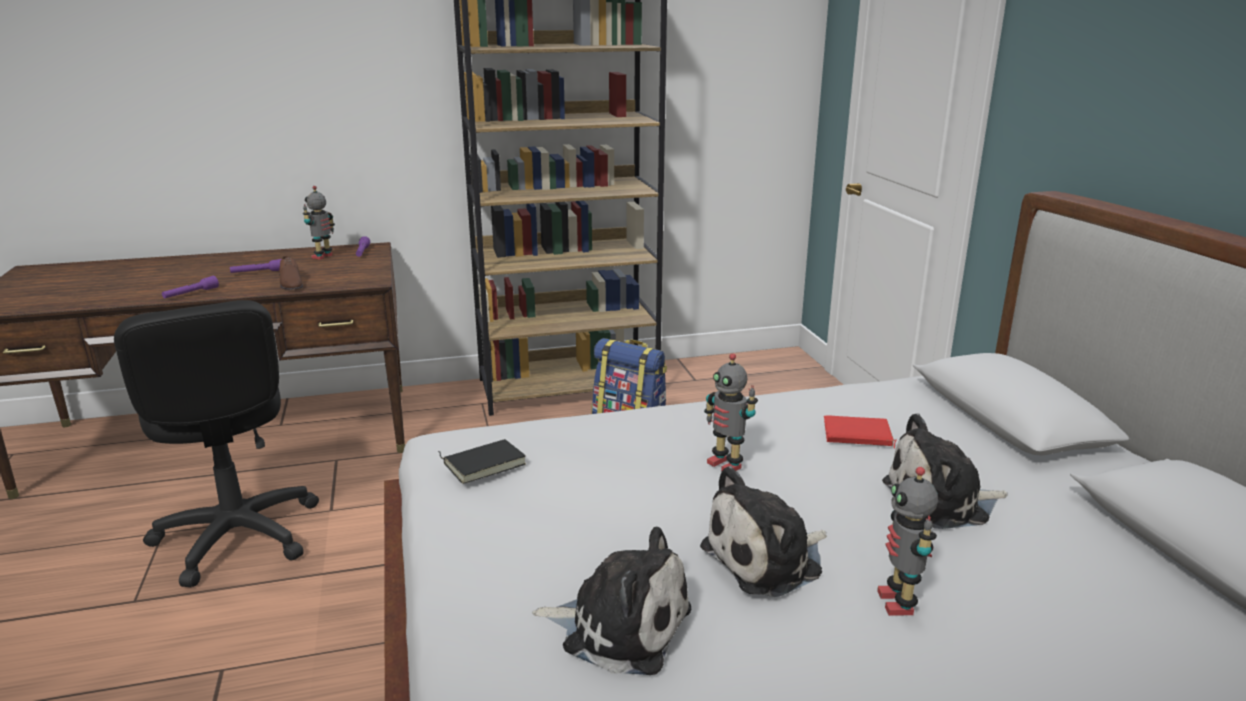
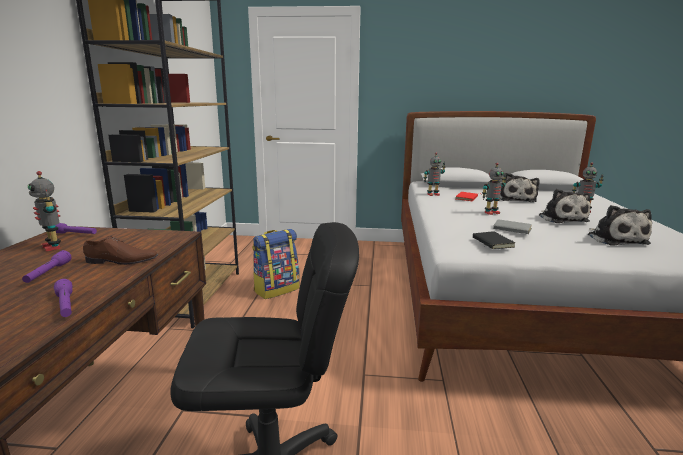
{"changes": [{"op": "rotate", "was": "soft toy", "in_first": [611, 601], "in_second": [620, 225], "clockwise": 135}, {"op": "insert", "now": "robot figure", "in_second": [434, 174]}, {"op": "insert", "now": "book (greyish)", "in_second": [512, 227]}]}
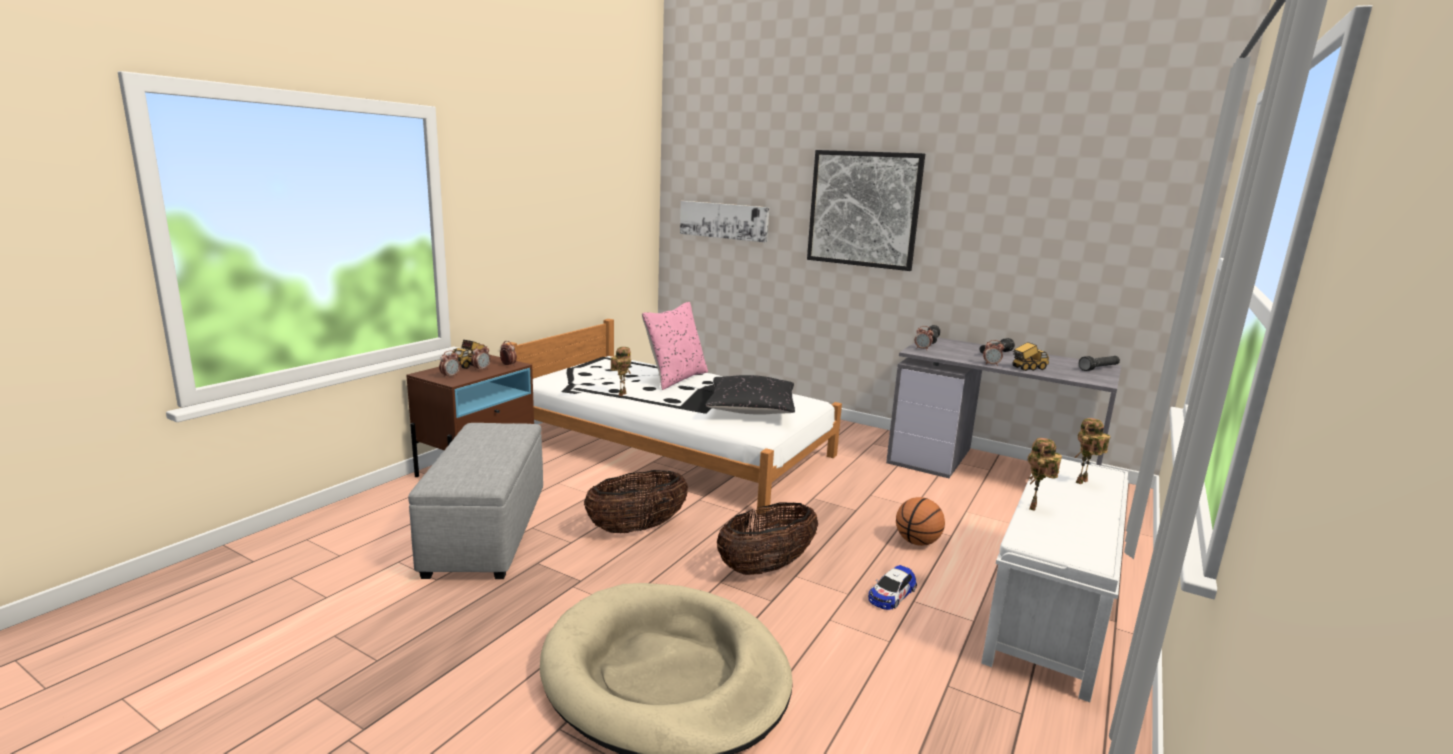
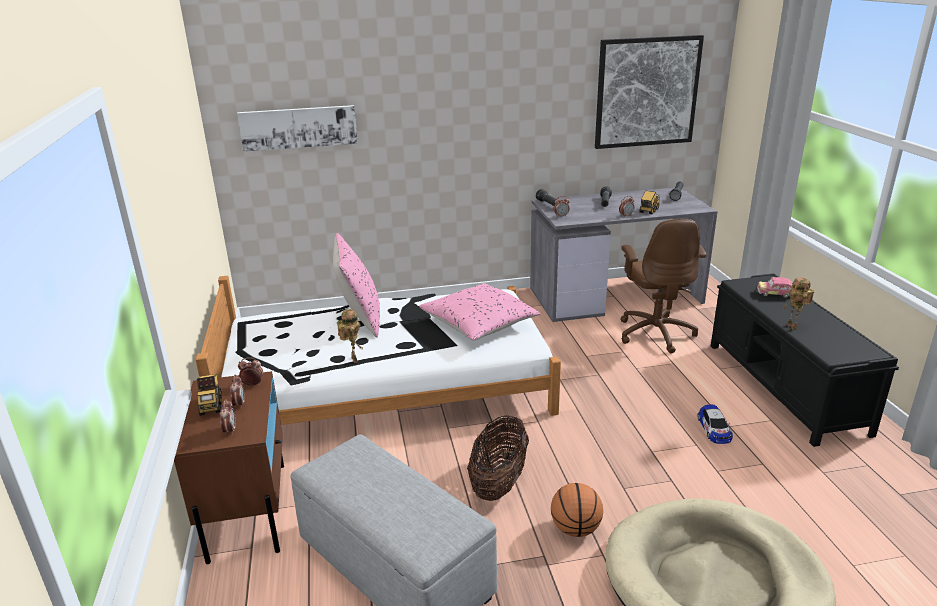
{"changes": [{"op": "move", "was": "wall art", "in_first": [866, 210], "in_second": [649, 92]}, {"op": "recolor", "was": "cushion (black)", "now": "cushion (pink)", "in_first": [750, 395], "in_second": [479, 312]}, {"op": "replace", "was": "robot figure", "now": "miniature car", "in_first": [1092, 451], "in_second": [774, 287]}, {"op": "recolor", "was": "bench (whitish)", "now": "bench (black)", "in_first": [1054, 580], "in_second": [805, 360]}, {"op": "move", "was": "basketball", "in_first": [920, 521], "in_second": [577, 510]}, {"op": "delete", "was": "storage basket", "in_first": [767, 538]}, {"op": "insert", "now": "computer chair (brown-coloured)", "in_second": [663, 286]}]}
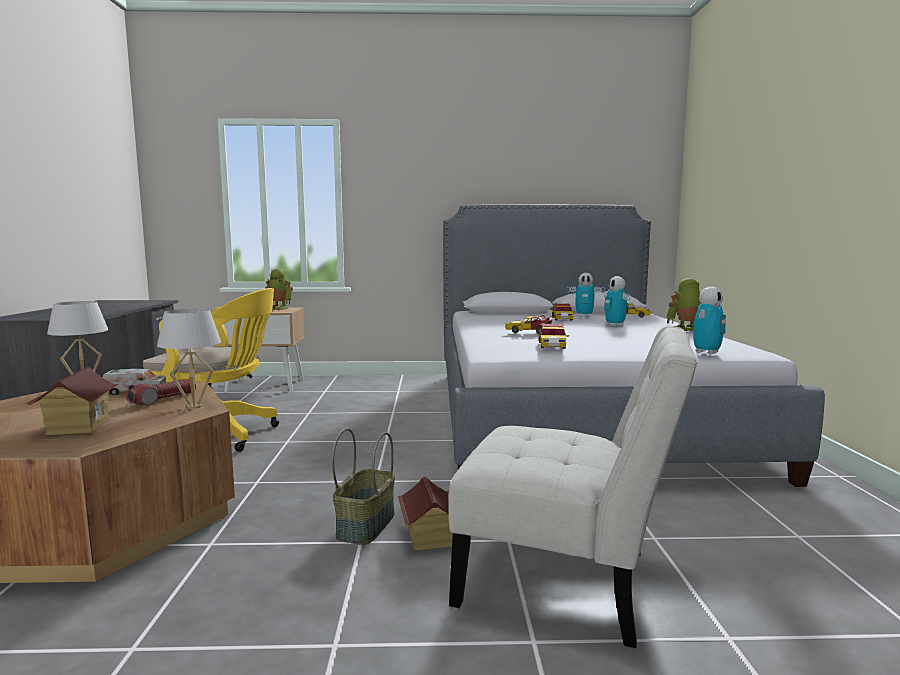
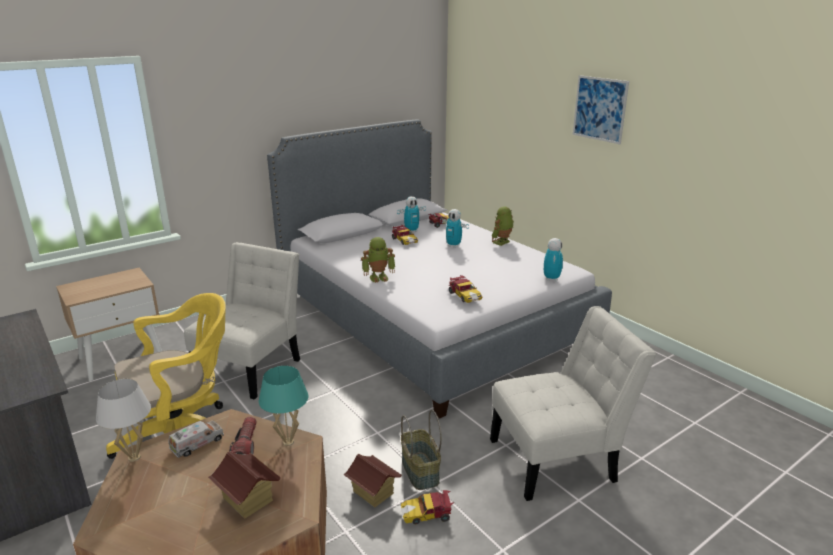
{"changes": [{"op": "move", "was": "robot figure", "in_first": [279, 289], "in_second": [378, 260]}, {"op": "recolor", "was": "table lamp (whitish)", "now": "table lamp (blue-green)", "in_first": [189, 359], "in_second": [284, 406]}, {"op": "move", "was": "miniature car", "in_first": [529, 325], "in_second": [427, 507]}, {"op": "move", "was": "miniature house", "in_first": [425, 513], "in_second": [372, 481]}, {"op": "insert", "now": "wall art", "in_second": [601, 109]}, {"op": "insert", "now": "plain chair (whitish)", "in_second": [242, 321]}]}
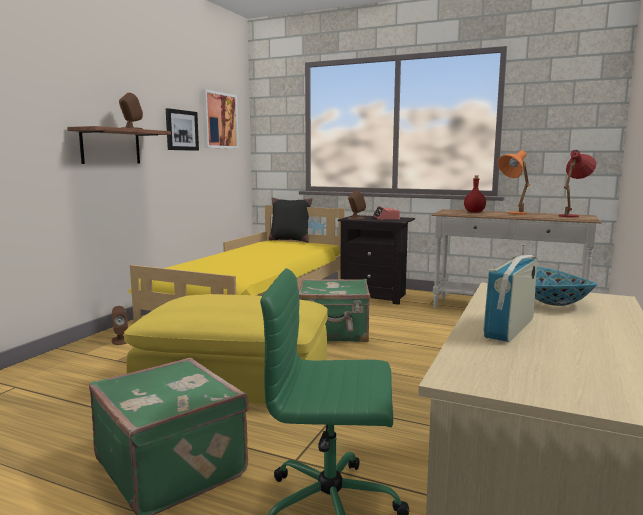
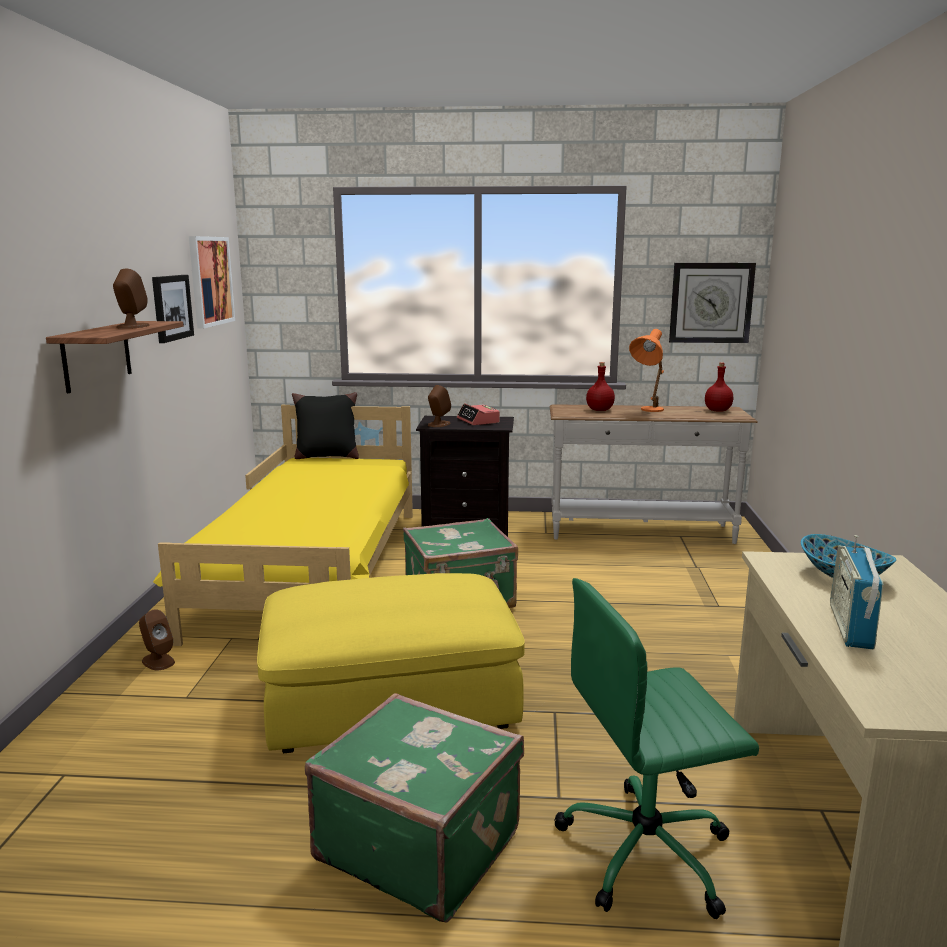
{"changes": [{"op": "replace", "was": "table lamp (red-coloured)", "now": "beverage bottle (red-coloured)", "in_first": [577, 184], "in_second": [719, 387]}, {"op": "insert", "now": "wall clock", "in_second": [712, 303]}]}
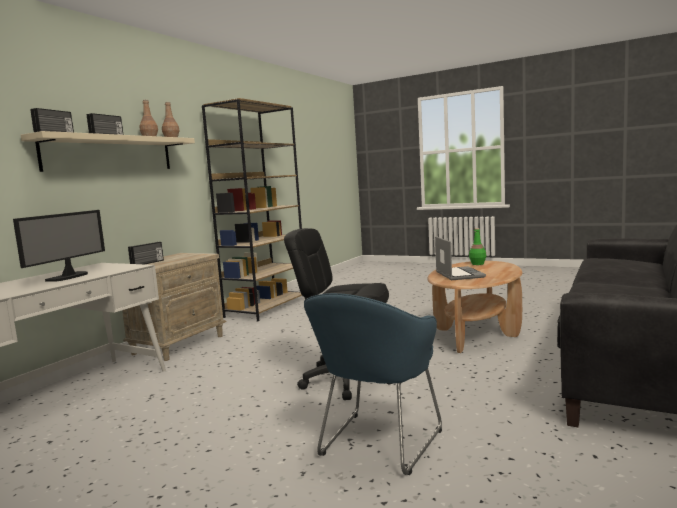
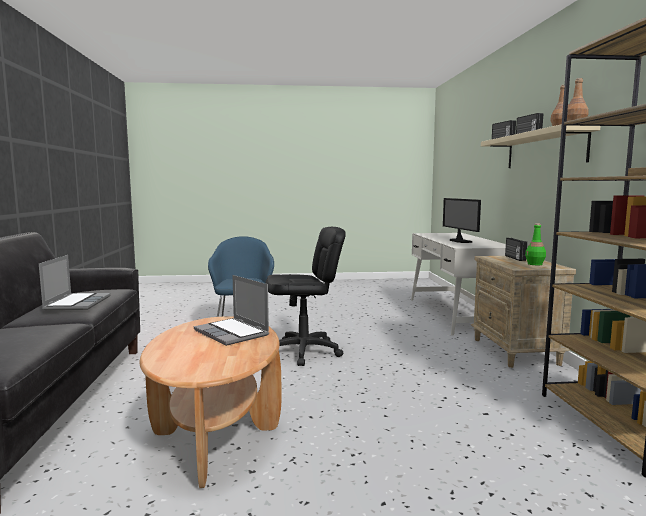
{"changes": [{"op": "move", "was": "beverage bottle (green-coloured)", "in_first": [477, 246], "in_second": [535, 244]}, {"op": "insert", "now": "laptop", "in_second": [75, 282]}]}
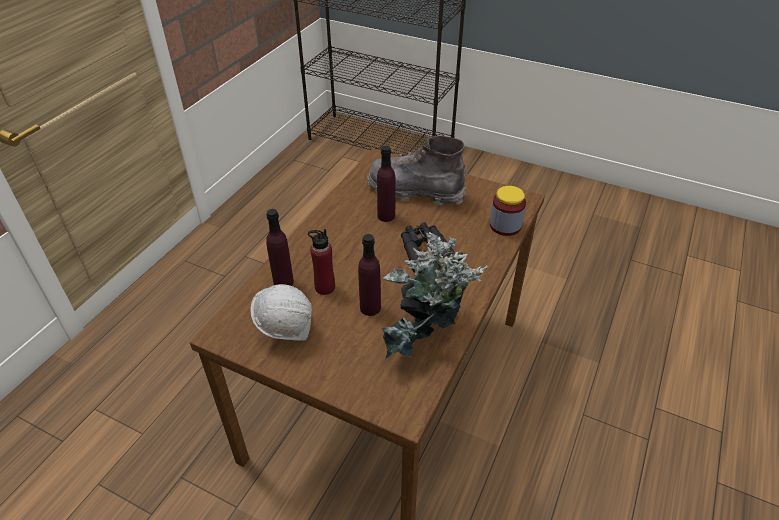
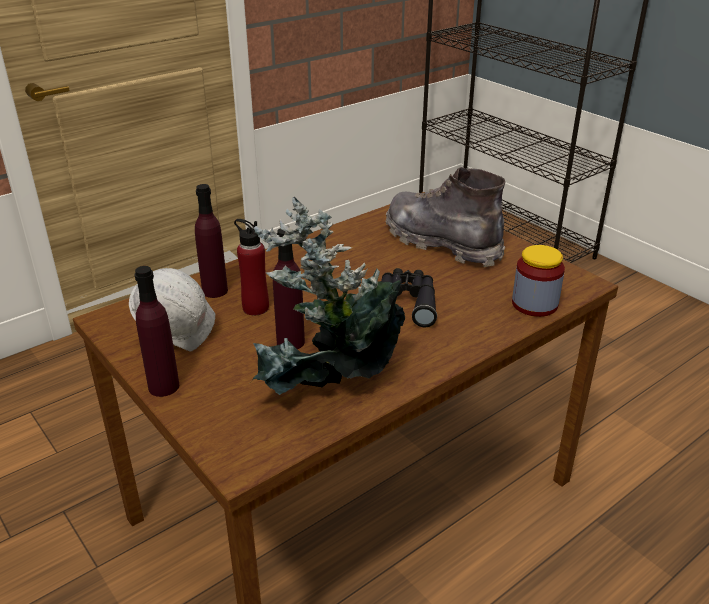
{"changes": [{"op": "move", "was": "beverage bottle (purplish)", "in_first": [386, 184], "in_second": [156, 331]}]}
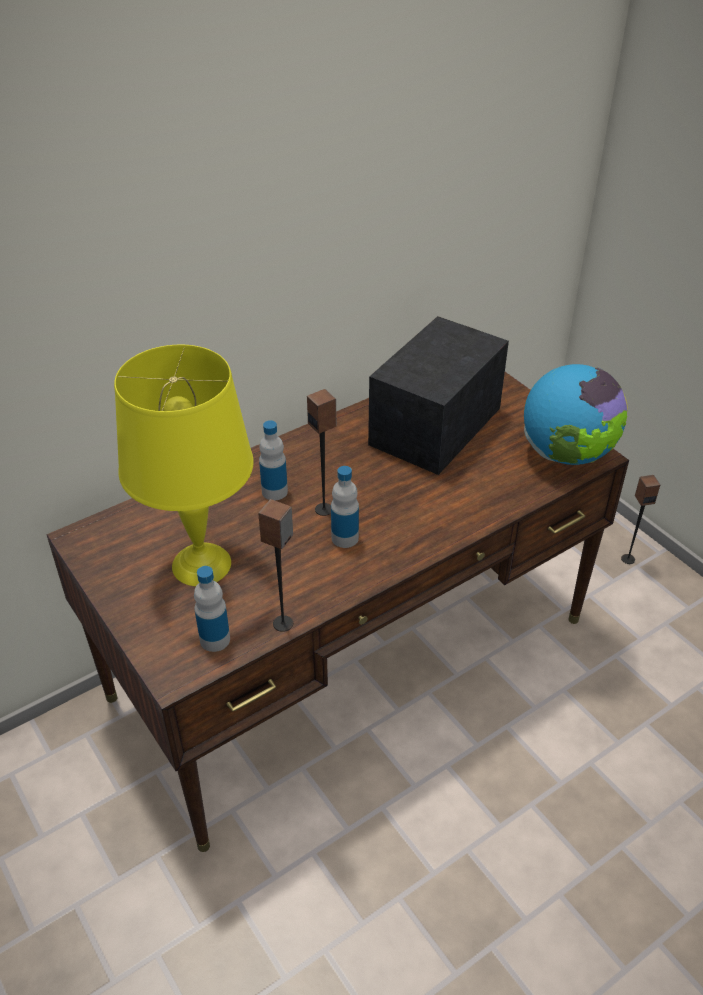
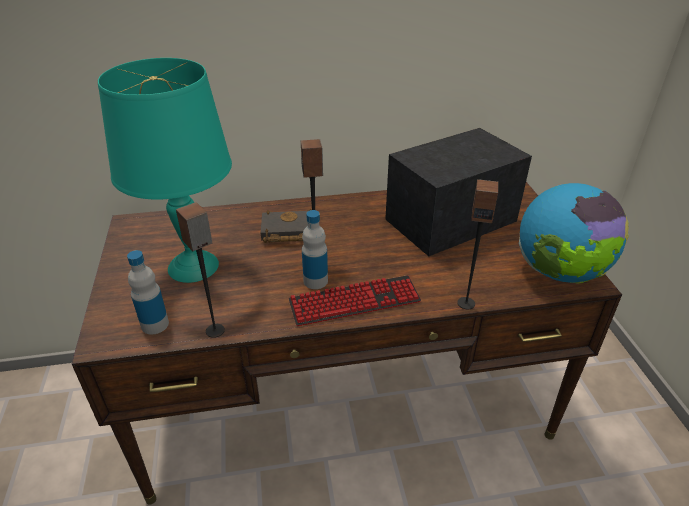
{"changes": [{"op": "recolor", "was": "table lamp (yellow)", "now": "table lamp (blue-green)", "in_first": [184, 465], "in_second": [165, 170]}, {"op": "replace", "was": "beverage bottle", "now": "book (black)", "in_first": [273, 460], "in_second": [286, 226]}, {"op": "move", "was": "speaker", "in_first": [640, 519], "in_second": [478, 244]}, {"op": "insert", "now": "keyboard", "in_second": [354, 300]}]}
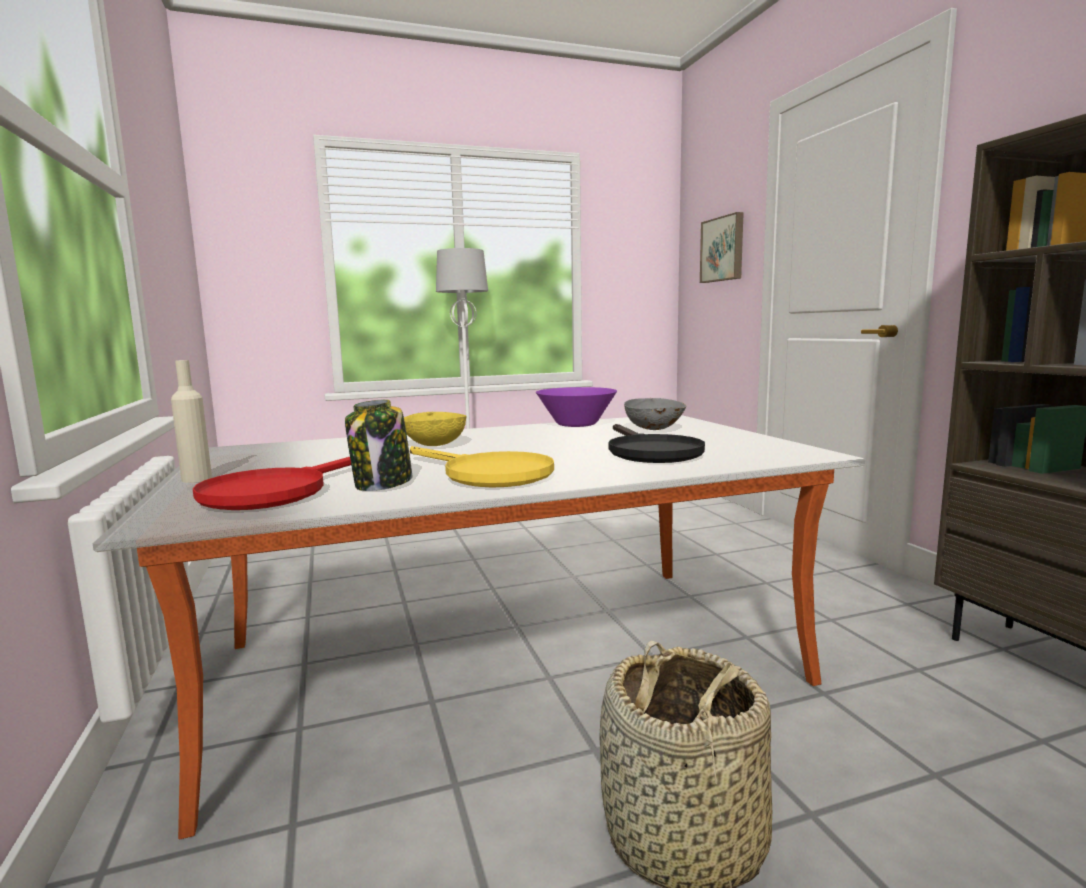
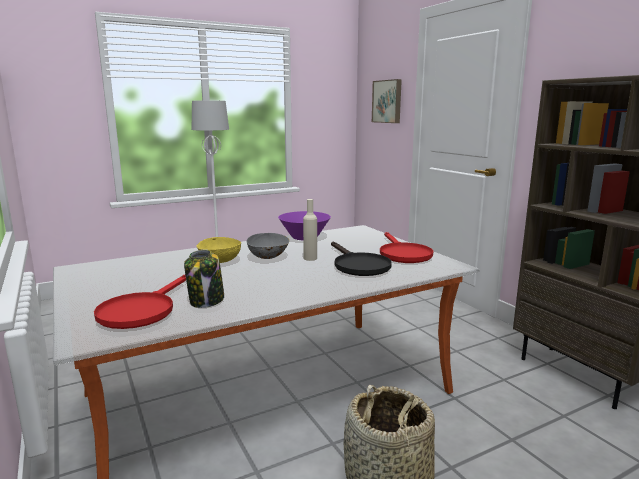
{"changes": [{"op": "move", "was": "beverage bottle (beige-coloured)", "in_first": [191, 421], "in_second": [310, 230]}, {"op": "move", "was": "deep dish (greyish)", "in_first": [655, 414], "in_second": [268, 245]}, {"op": "delete", "was": "frying pan (yellow)", "in_first": [482, 467]}, {"op": "insert", "now": "frying pan (red-coloured)", "in_second": [406, 247]}]}
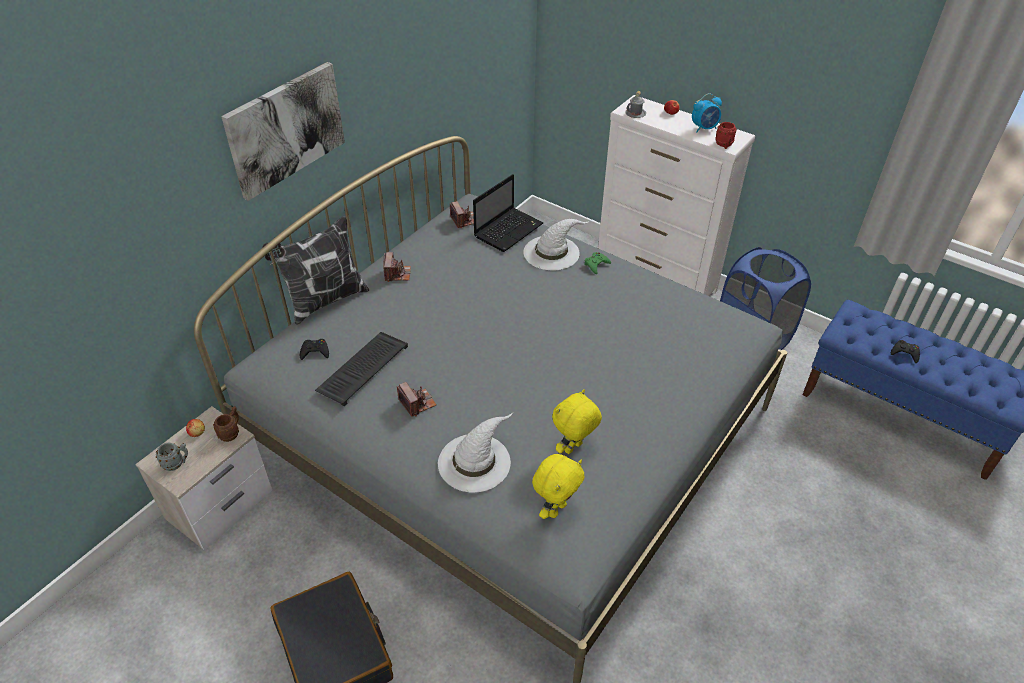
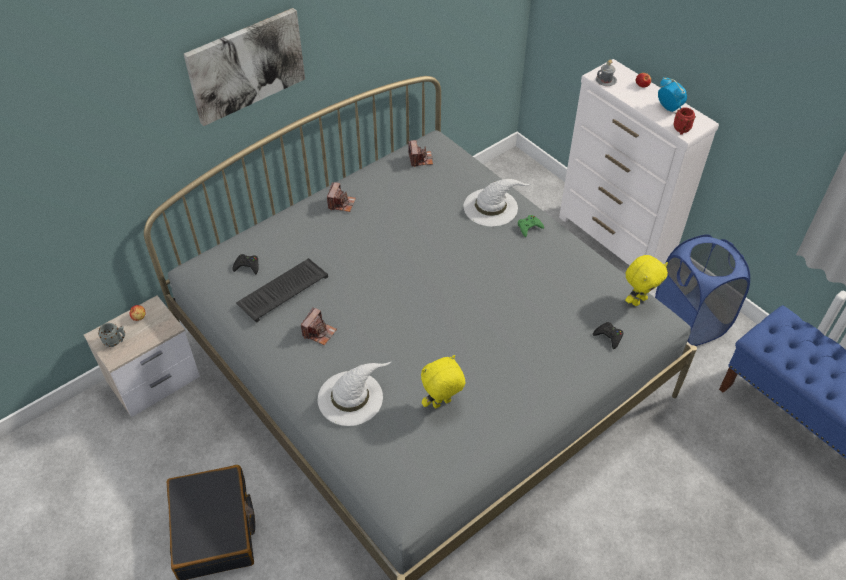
{"changes": [{"op": "rotate", "was": "alarm clock", "in_first": [707, 113], "in_second": [672, 94], "clockwise": -120}, {"op": "delete", "was": "laptop", "in_first": [508, 213]}, {"op": "delete", "was": "cushion", "in_first": [315, 270]}, {"op": "move", "was": "joypad (black)", "in_first": [905, 351], "in_second": [608, 335]}, {"op": "rotate", "was": "still camera", "in_first": [417, 399], "in_second": [319, 327], "clockwise": 45}, {"op": "delete", "was": "tea mug (brown-coloured)", "in_first": [226, 424]}, {"op": "move", "was": "soft toy (yellow)", "in_first": [558, 486], "in_second": [646, 280]}]}
